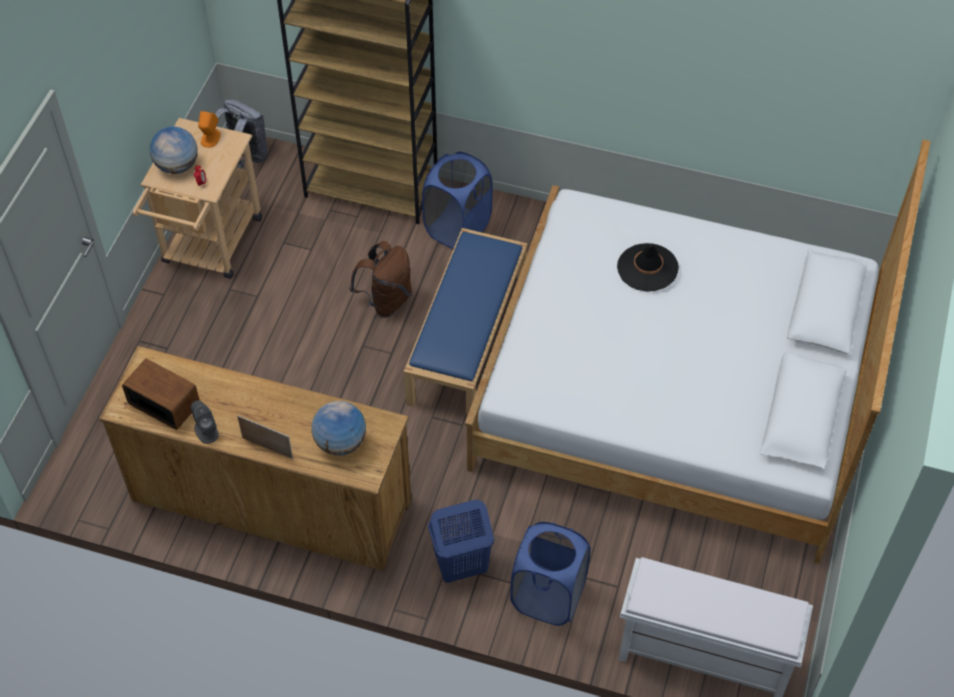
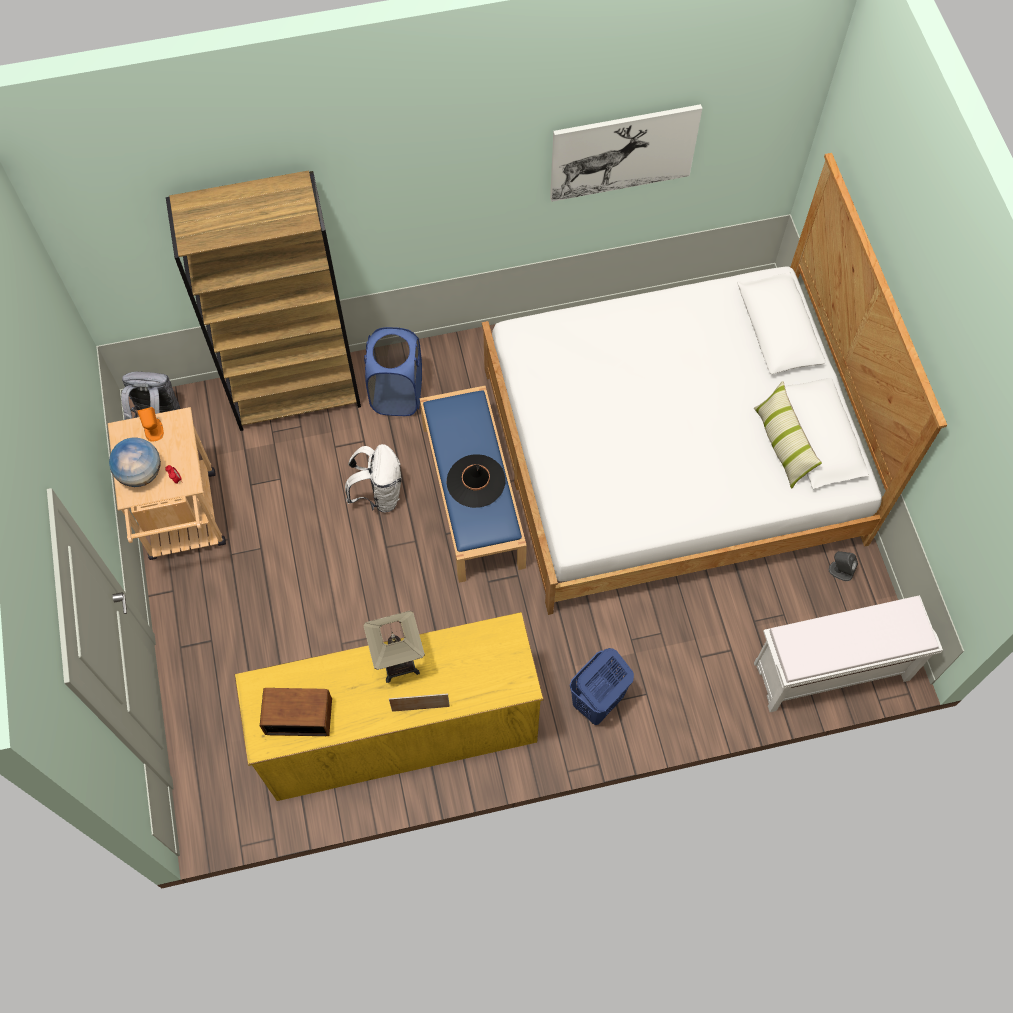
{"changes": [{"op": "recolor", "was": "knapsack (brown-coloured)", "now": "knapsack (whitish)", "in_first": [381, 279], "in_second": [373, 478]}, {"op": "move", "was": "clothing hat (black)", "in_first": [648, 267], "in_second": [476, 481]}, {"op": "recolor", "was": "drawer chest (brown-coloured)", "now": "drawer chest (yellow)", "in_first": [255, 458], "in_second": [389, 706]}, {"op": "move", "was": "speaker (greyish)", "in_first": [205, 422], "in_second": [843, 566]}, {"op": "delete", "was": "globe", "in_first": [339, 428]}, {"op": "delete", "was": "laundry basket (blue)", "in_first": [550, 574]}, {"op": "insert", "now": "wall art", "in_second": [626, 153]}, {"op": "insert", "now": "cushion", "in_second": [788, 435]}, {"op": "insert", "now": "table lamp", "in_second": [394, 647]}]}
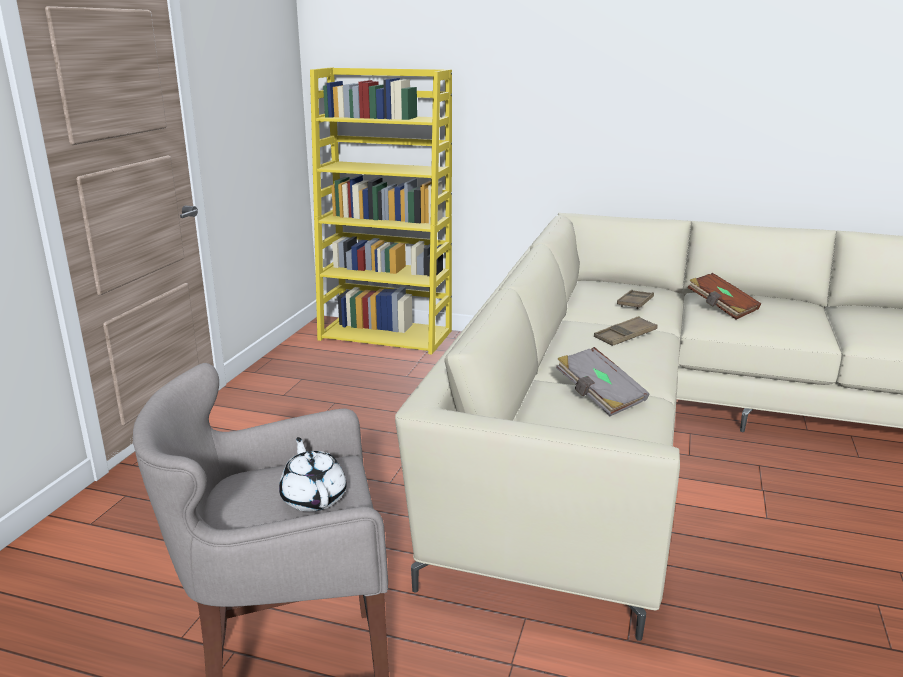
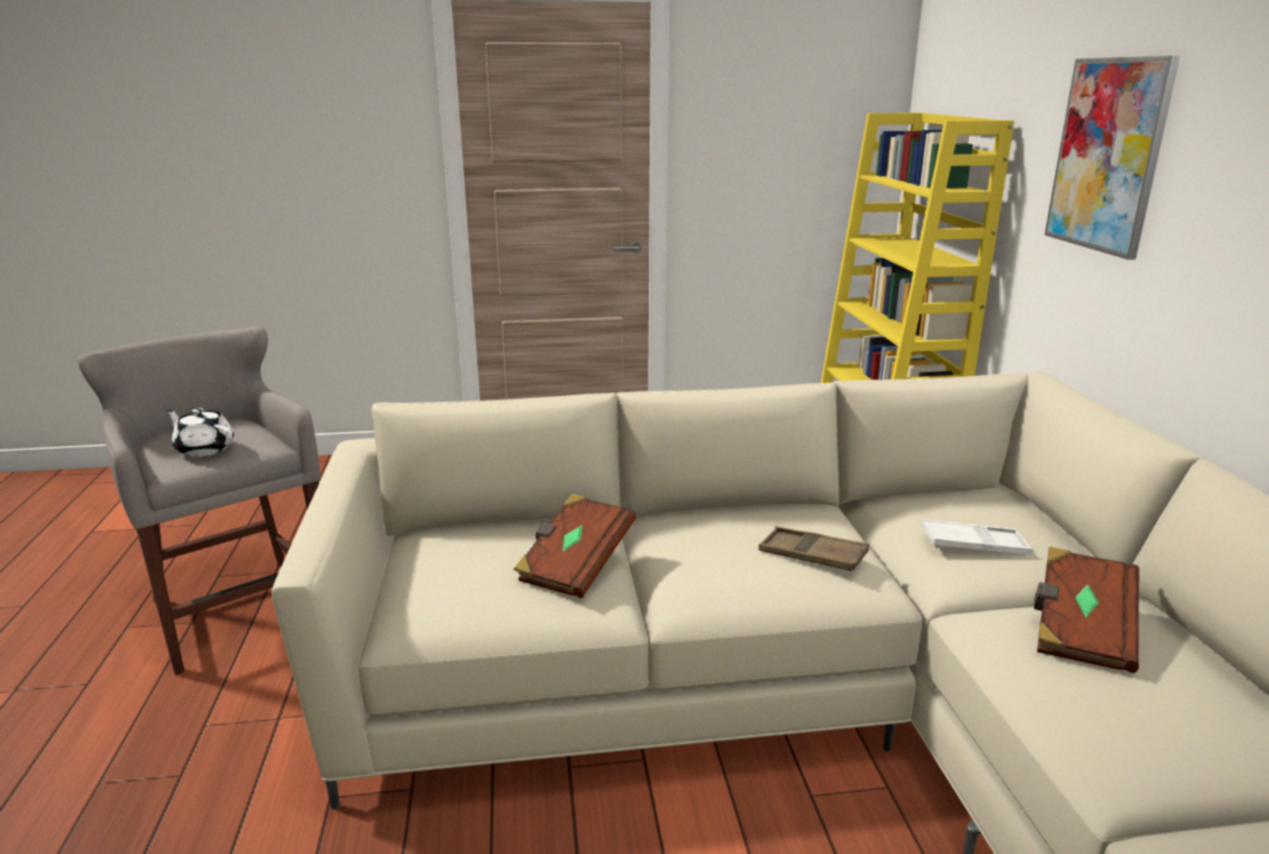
{"changes": [{"op": "recolor", "was": "tray (brown-coloured)", "now": "tray (whitish)", "in_first": [635, 299], "in_second": [977, 537]}, {"op": "recolor", "was": "book (greyish)", "now": "book (brown-coloured)", "in_first": [602, 382], "in_second": [574, 545]}, {"op": "rotate", "was": "tea pot (whitish)", "in_first": [313, 474], "in_second": [200, 432], "clockwise": -105}, {"op": "insert", "now": "wall art", "in_second": [1112, 158]}]}
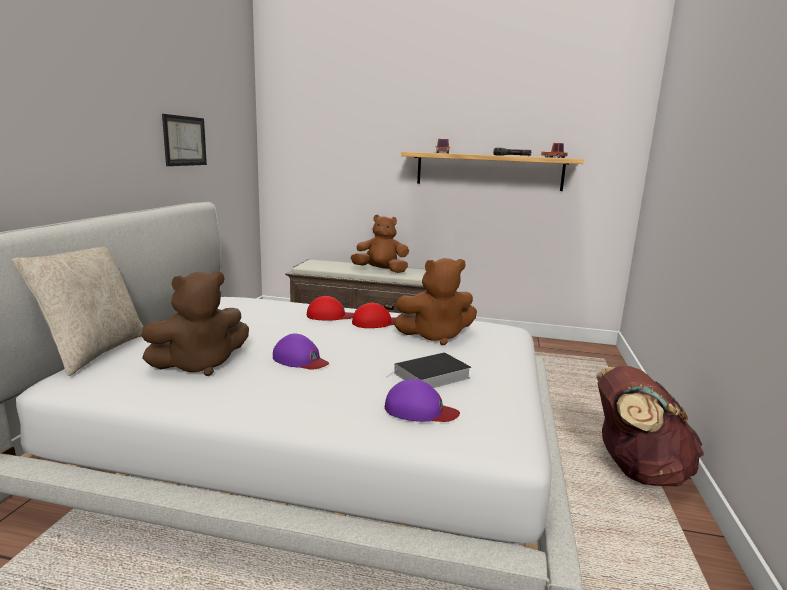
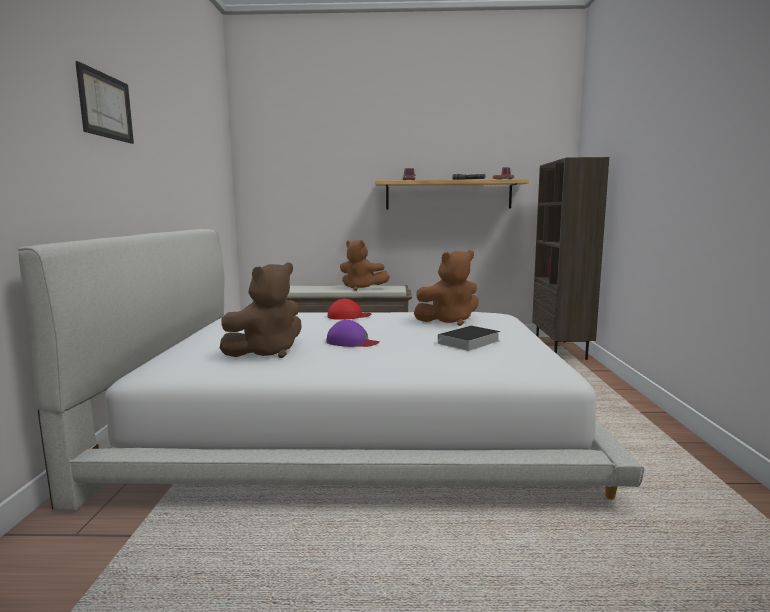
{"changes": [{"op": "move", "was": "wall art", "in_first": [184, 140], "in_second": [104, 102]}, {"op": "rotate", "was": "soft toy (brown-coloured)", "in_first": [379, 244], "in_second": [365, 265], "clockwise": -150}, {"op": "delete", "was": "cushion (beige-coloured)", "in_first": [78, 311]}, {"op": "delete", "was": "peaked cap (red-coloured)", "in_first": [374, 315]}, {"op": "delete", "was": "knapsack (brown-coloured)", "in_first": [650, 426]}, {"op": "delete", "was": "peaked cap (purplish)", "in_first": [422, 400]}, {"op": "insert", "now": "shelving unit (brown-coloured)", "in_second": [570, 258]}]}
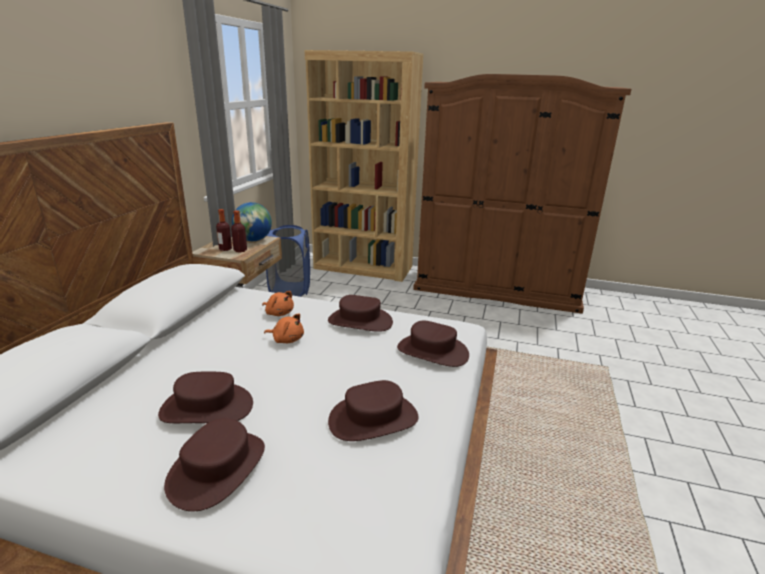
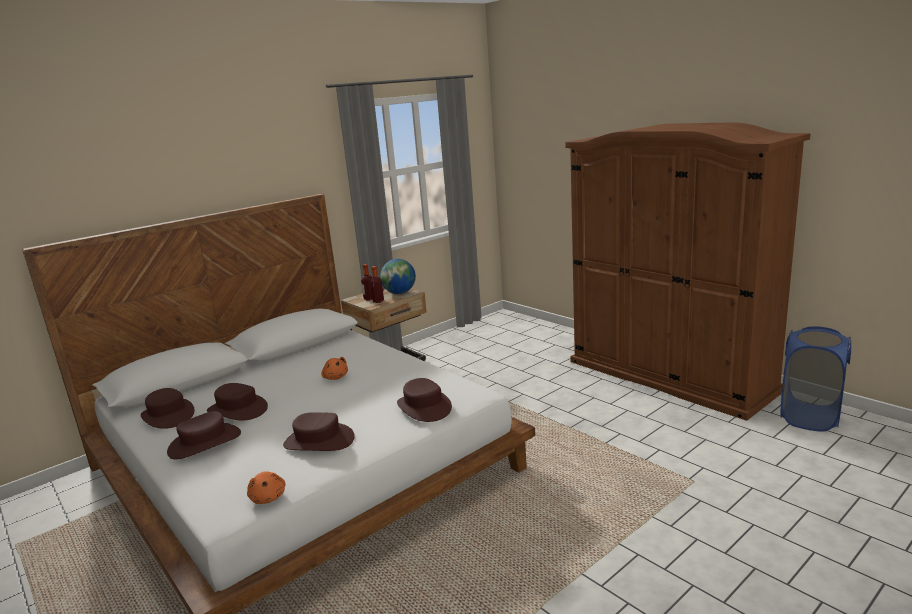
{"changes": [{"op": "delete", "was": "shelving unit (brown-coloured)", "in_first": [364, 166]}, {"op": "move", "was": "laundry basket (blue)", "in_first": [288, 261], "in_second": [815, 379]}, {"op": "move", "was": "soft toy (orange)", "in_first": [278, 303], "in_second": [266, 487]}, {"op": "move", "was": "clothing hat (brown-coloured)", "in_first": [360, 313], "in_second": [167, 408]}]}
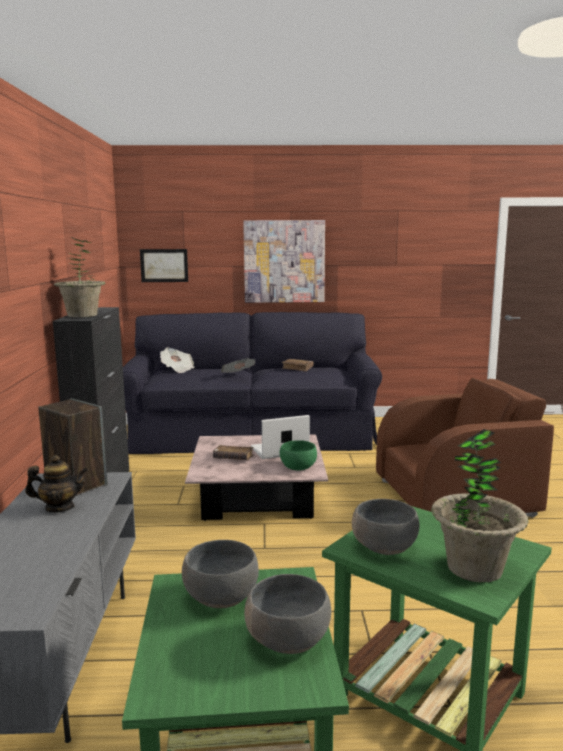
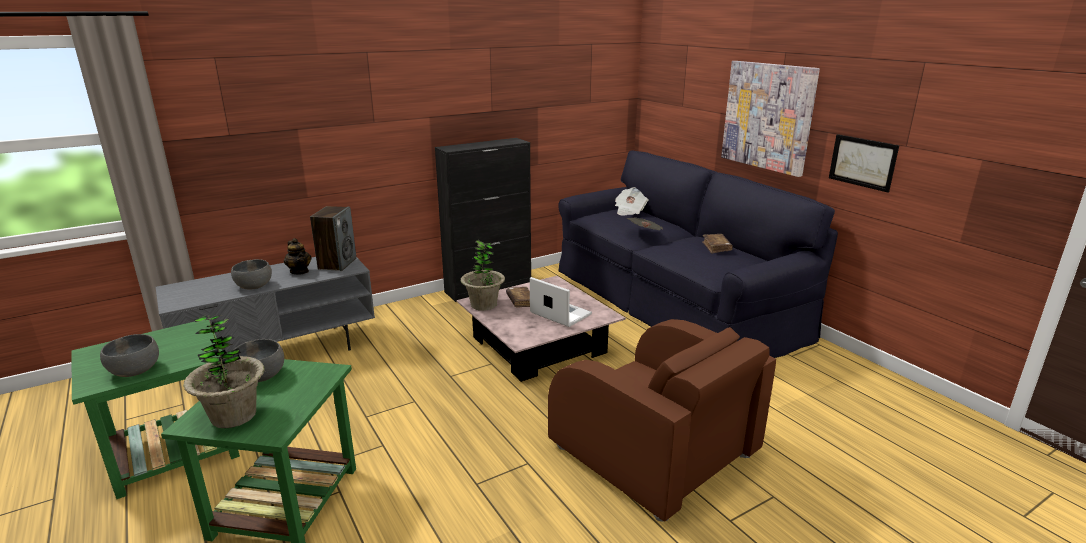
{"changes": [{"op": "move", "was": "potted plant", "in_first": [80, 277], "in_second": [483, 275]}, {"op": "move", "was": "wall art", "in_first": [164, 265], "in_second": [864, 163]}, {"op": "delete", "was": "deep dish (green-coloured)", "in_first": [298, 455]}, {"op": "move", "was": "deep dish (greyish)", "in_first": [220, 574], "in_second": [251, 274]}]}
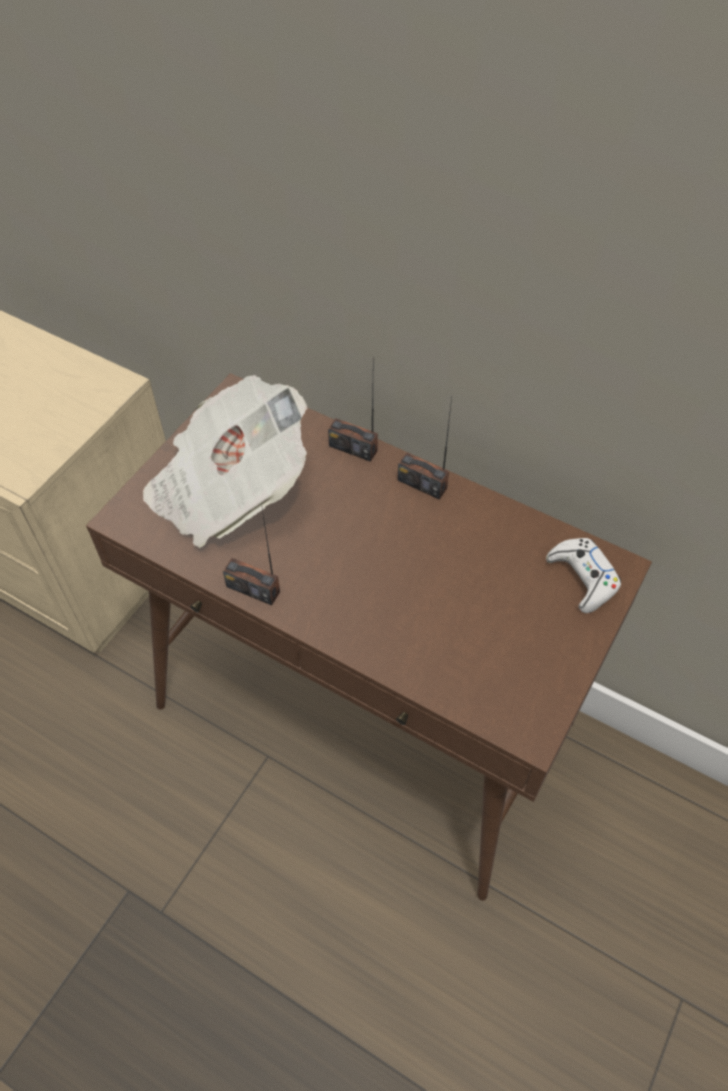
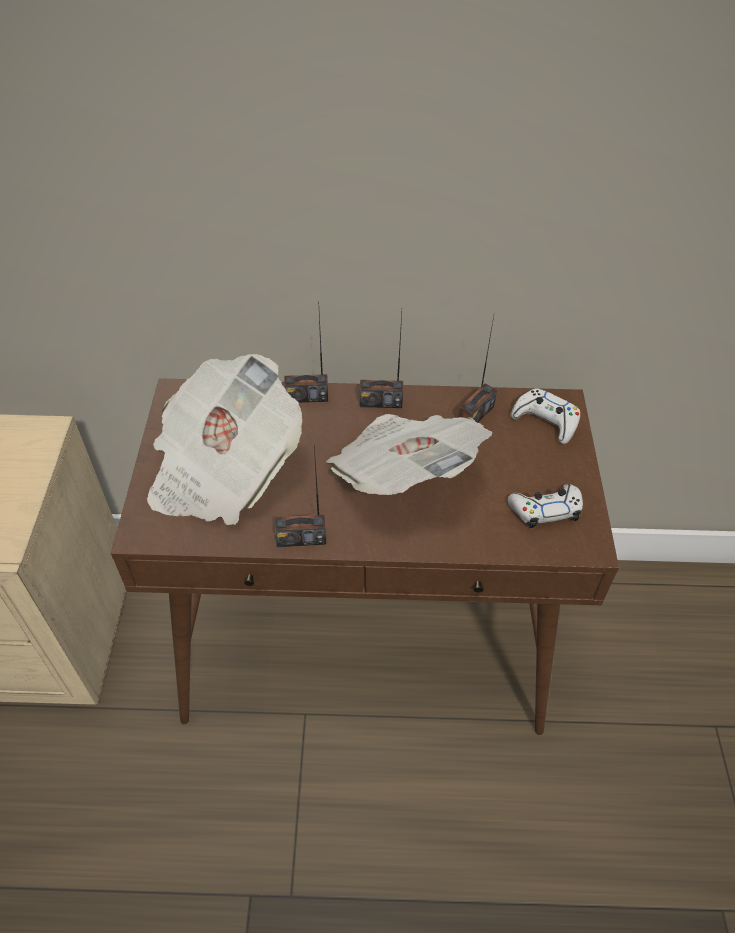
{"changes": [{"op": "insert", "now": "radio", "in_second": [477, 369]}, {"op": "insert", "now": "daily paper", "in_second": [409, 454]}, {"op": "insert", "now": "joypad (whitish)", "in_second": [545, 506]}]}
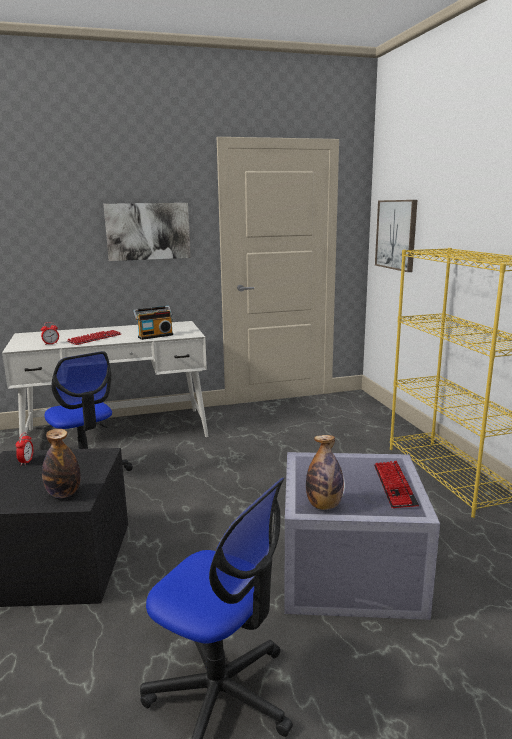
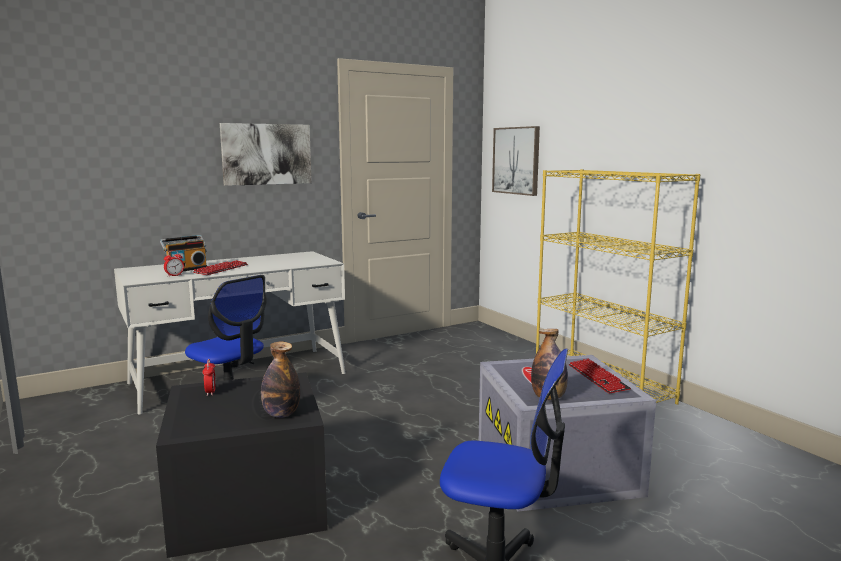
{"changes": [{"op": "move", "was": "radio", "in_first": [153, 323], "in_second": [183, 253]}]}
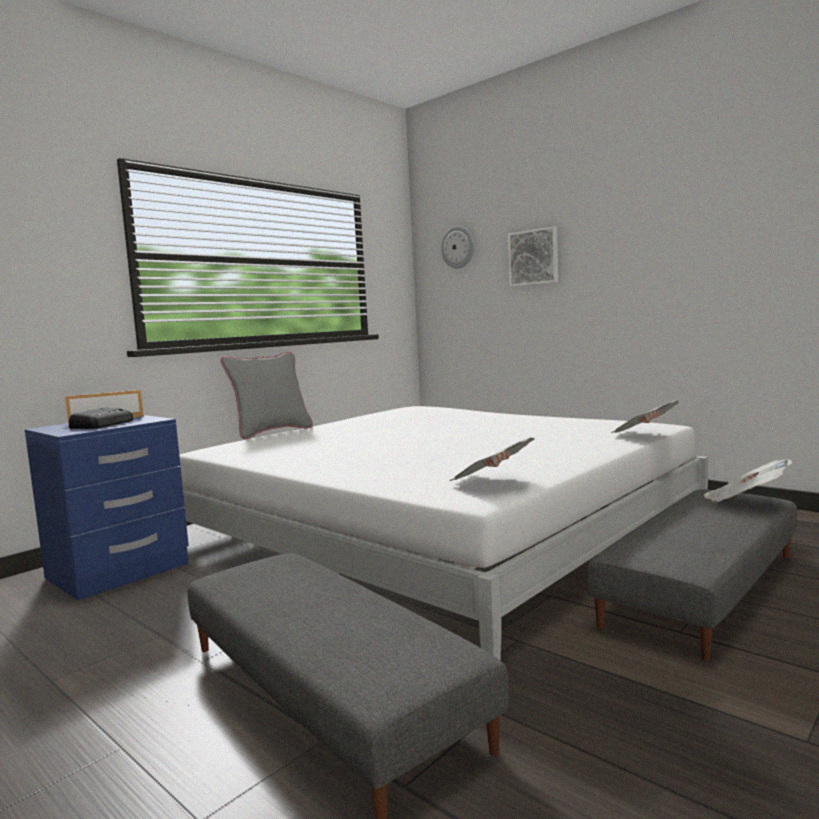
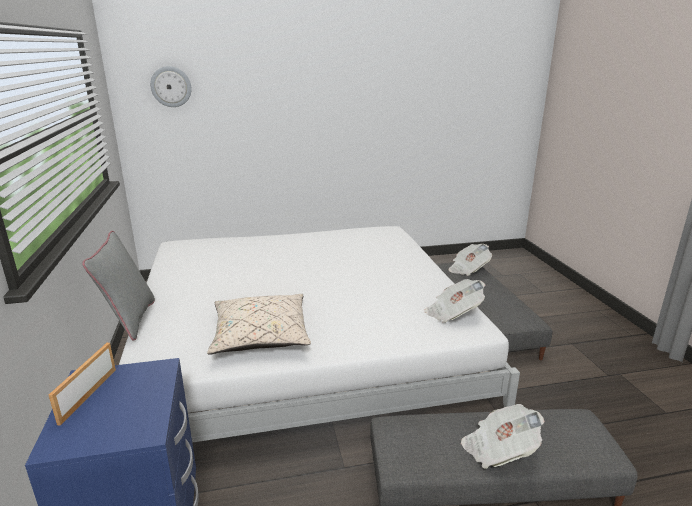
{"changes": [{"op": "delete", "was": "wall art", "in_first": [533, 256]}, {"op": "move", "was": "daily paper", "in_first": [645, 416], "in_second": [503, 436]}, {"op": "delete", "was": "radio", "in_first": [101, 418]}, {"op": "insert", "now": "cushion (beige-coloured)", "in_second": [259, 324]}]}
